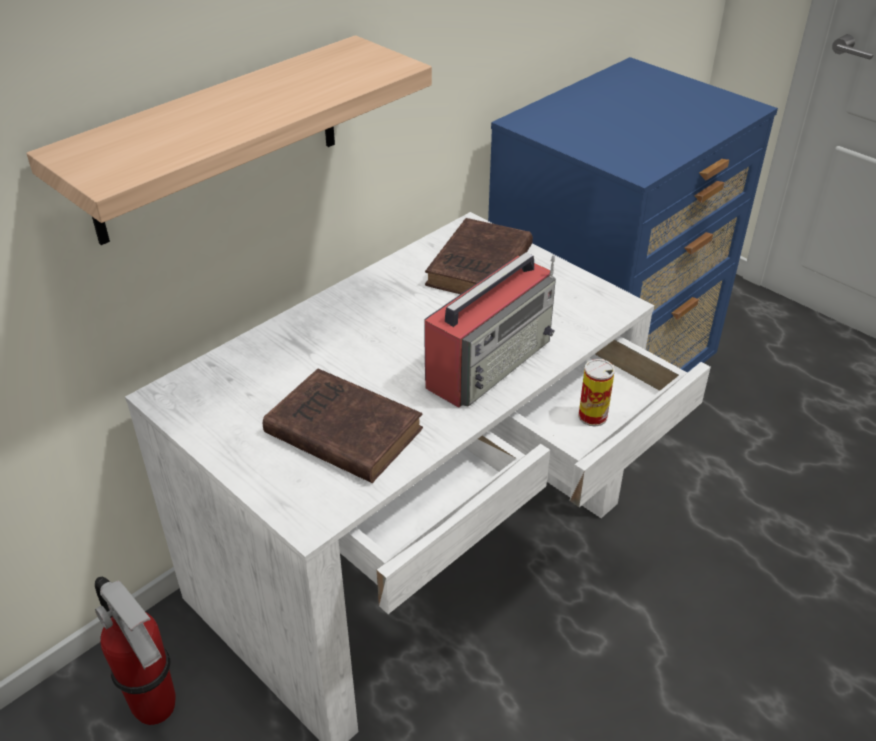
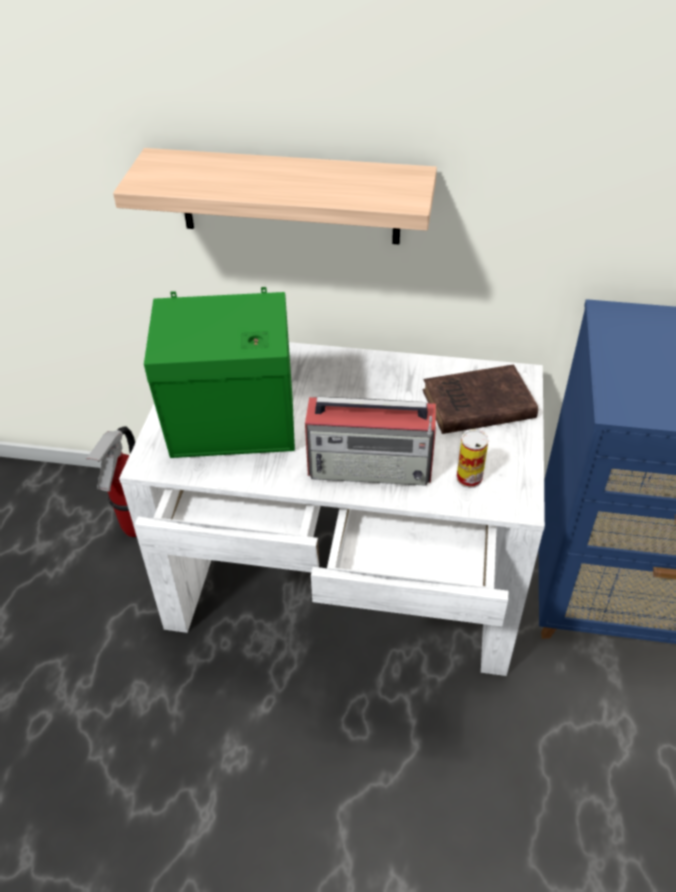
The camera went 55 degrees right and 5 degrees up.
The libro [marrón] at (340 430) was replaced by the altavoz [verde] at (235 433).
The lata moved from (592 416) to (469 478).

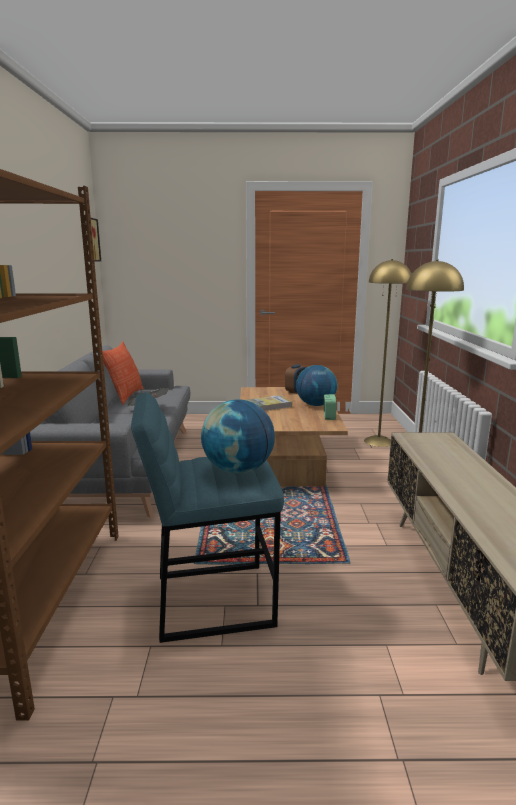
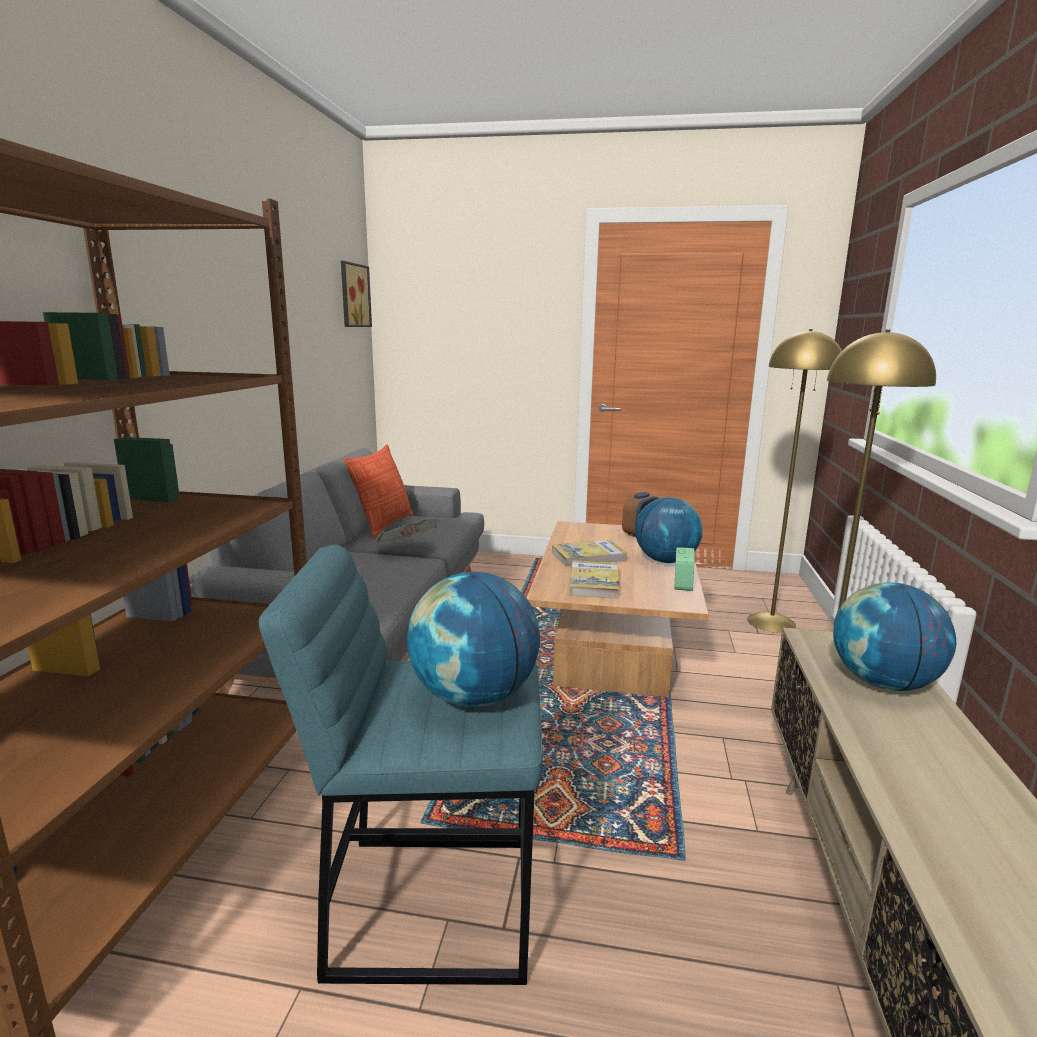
The camera went 10 degrees right and 0 degrees up.
The libro at (594 583) appeared.
The globo terráqueo at (883 683) appeared.

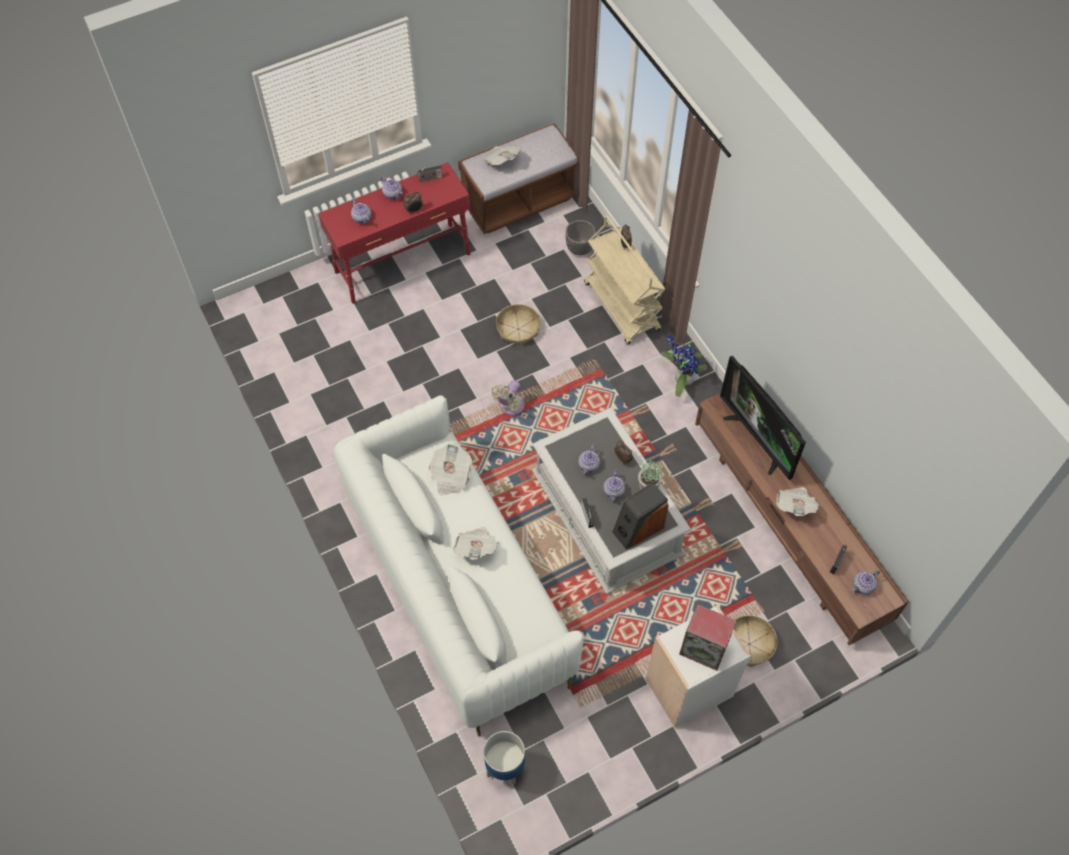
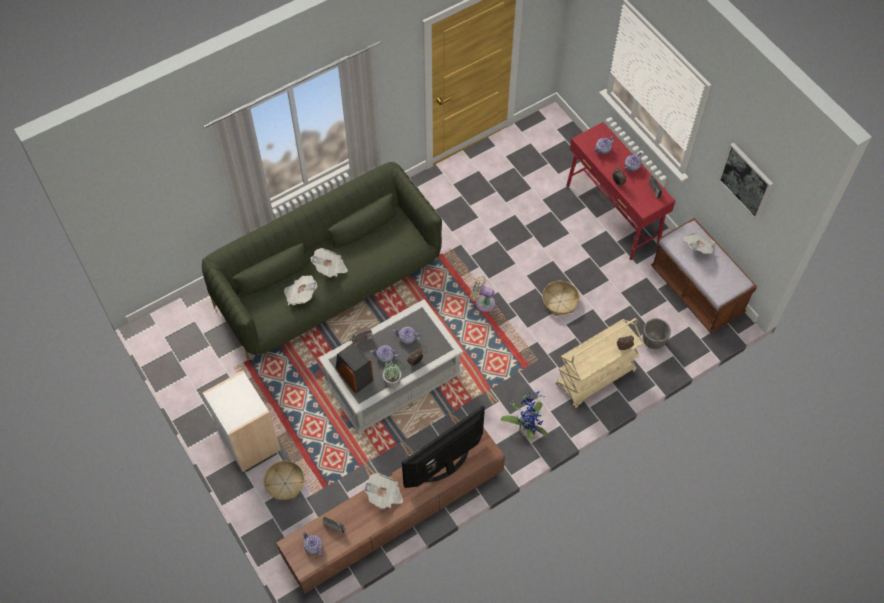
The camera went 85 degrees right and 0 degrees up.
The sofá [blanco] at (459 582) became the sofá [verde] at (329 282).
The periódico moved from (450 476) to (300 295).
The cuadro at (746 180) appeared.
The maceta at (504 766) disappeared.
The altavoz at (704 648) disappeared.

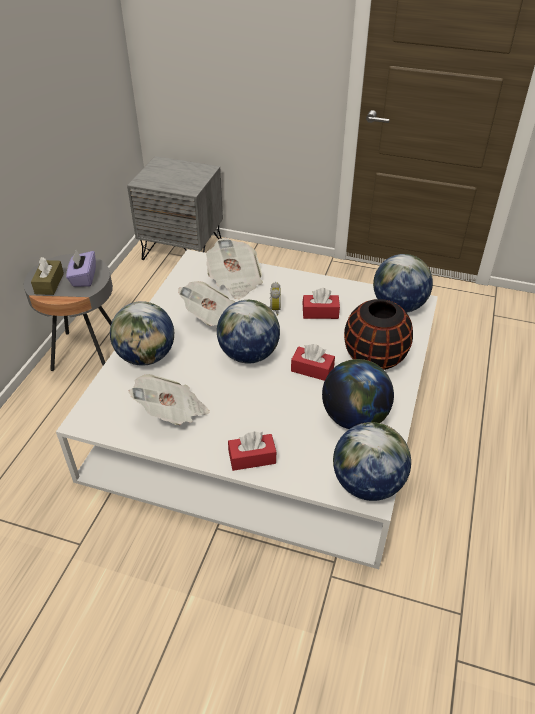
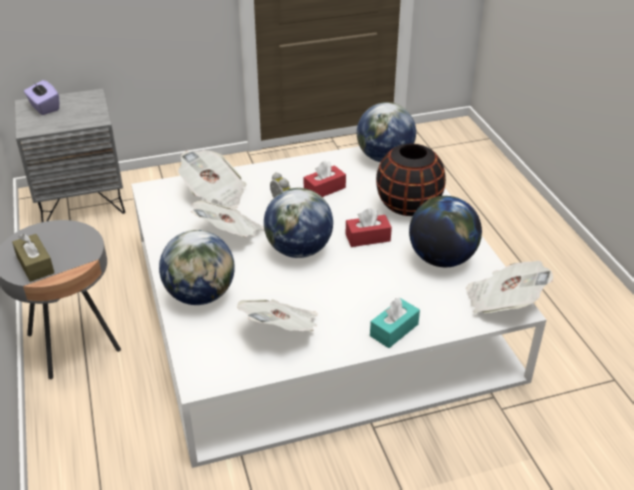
The camera went 35 degrees left and 5 degrees down.
The caja de pañuelos [morado] moved from (83 278) to (44 107).
The caja de pañuelos [rojo] at (252 458) became the caja de pañuelos [turquesa] at (394 330).
The globo terráqueo at (367 484) was replaced by the periódico at (503 302).

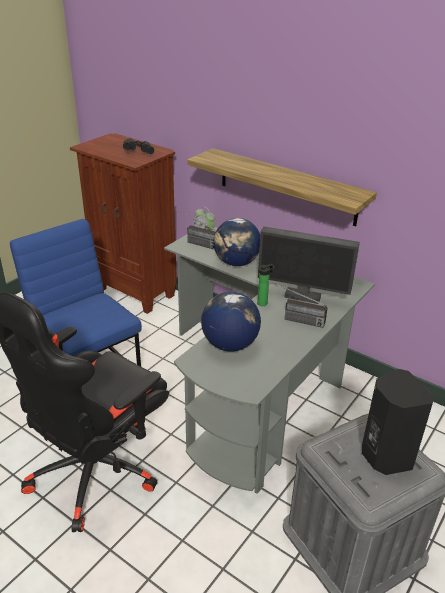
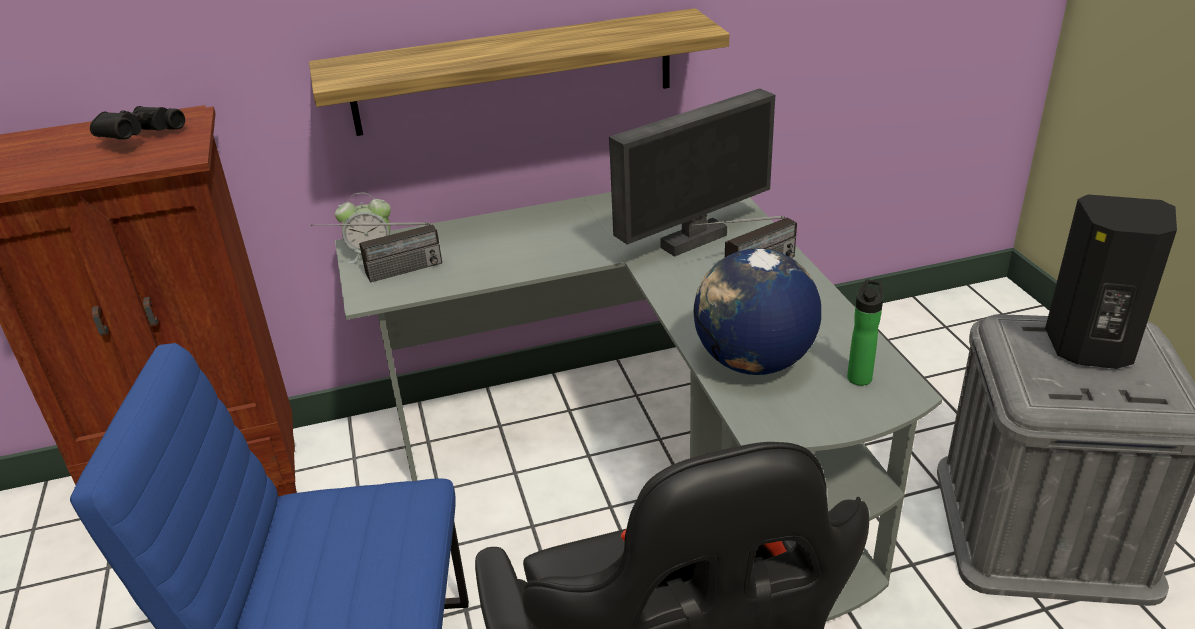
The camera went 50 degrees left and 0 degrees up.
The botella moved from (264 303) to (860 376).
The globo terráqueo at (236 263) disappeared.

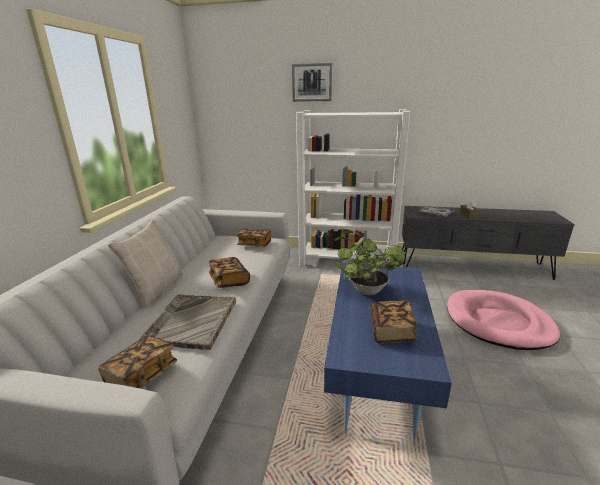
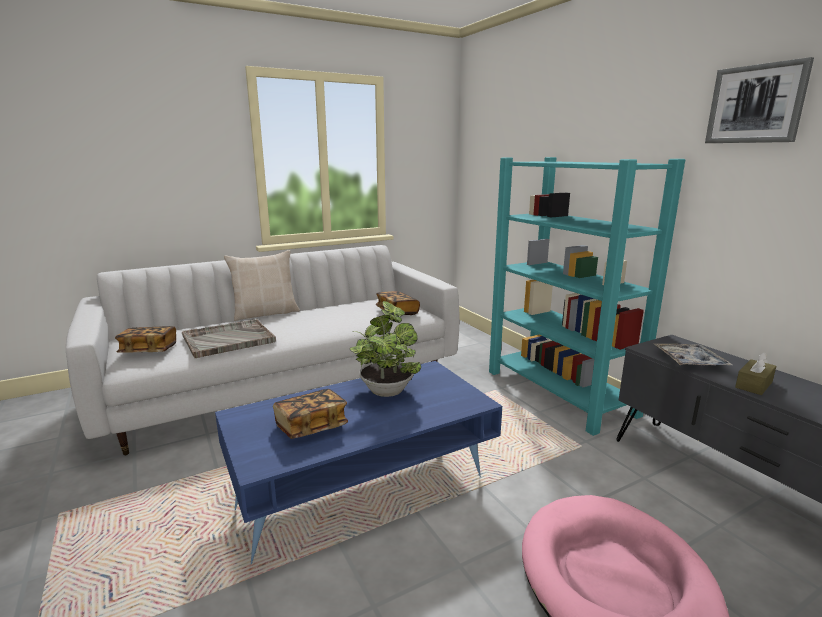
The camera went 50 degrees right and 5 degrees down.
The estantería [blanco] at (347 260) became the estantería [turquesa] at (559 392).
The cuadro moved from (312 82) to (756 104).
The libro at (229 280) disappeared.

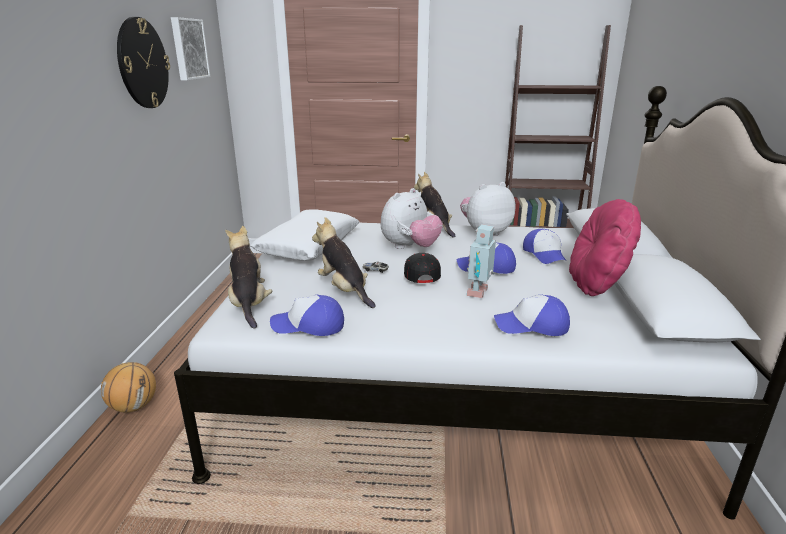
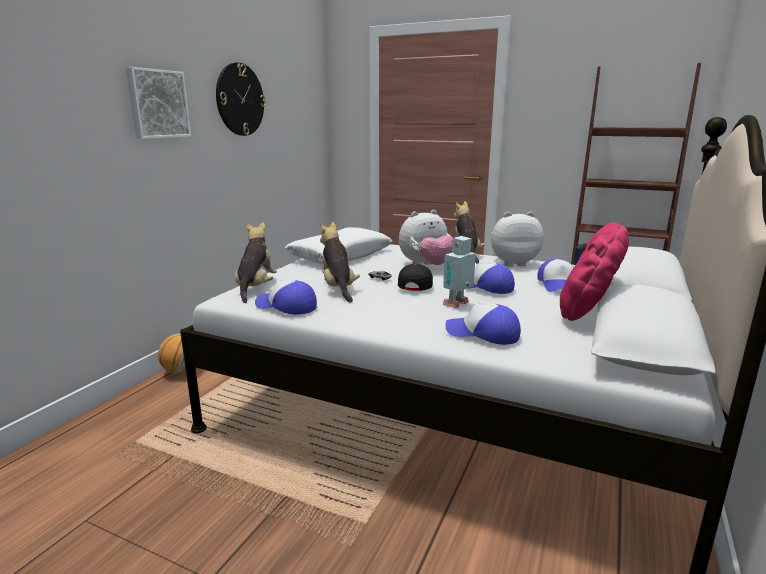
The camera went 20 degrees right and 5 degrees down.
The cuadro moved from (188 49) to (157 104).

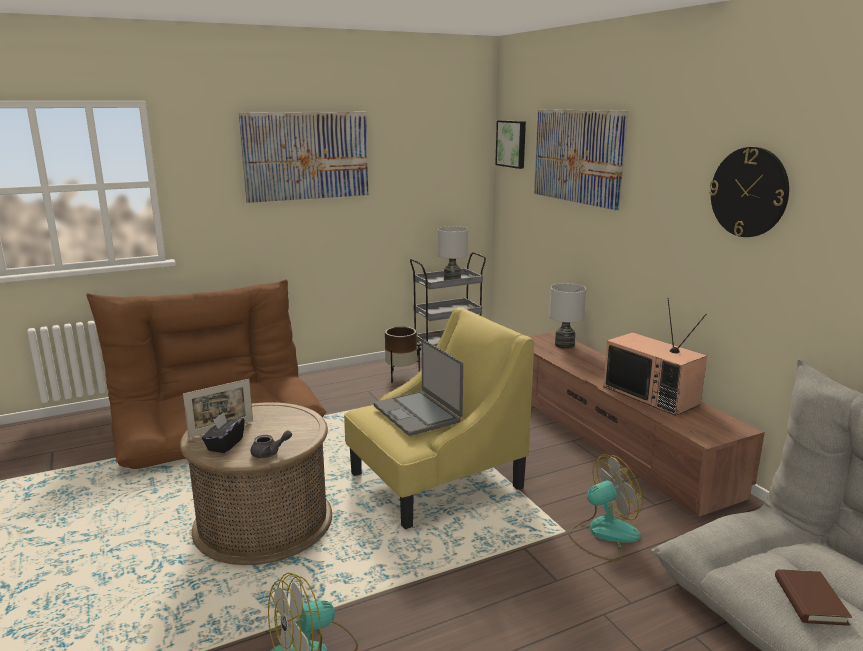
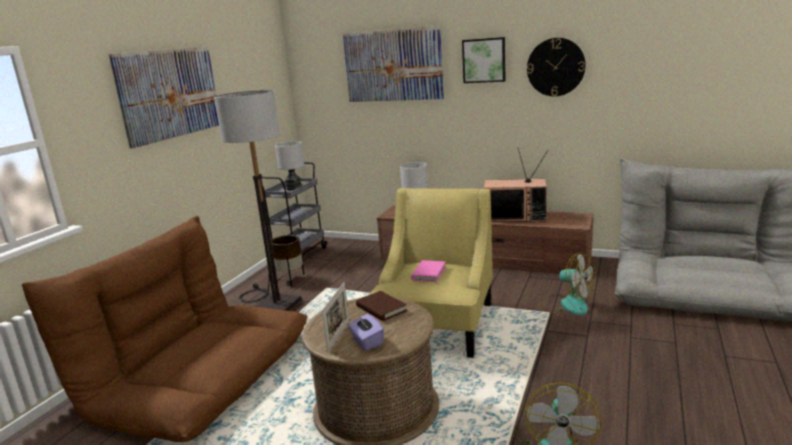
The camera went 40 degrees left and 0 degrees up.
The lámpara de pie at (270 303) appeared.
The caja de pañuelos [negro] at (225 444) became the caja de pañuelos [morado] at (366 342).
The libro [marrón] moved from (810 600) to (381 308).
The portátil at (418 414) was replaced by the libro [rosa] at (428 273).
The cuadro moved from (512 143) to (484 60).
The ventilador at (603 534) turned 105 degrees clockwise.
The tetera [gris] at (269 453) disappeared.

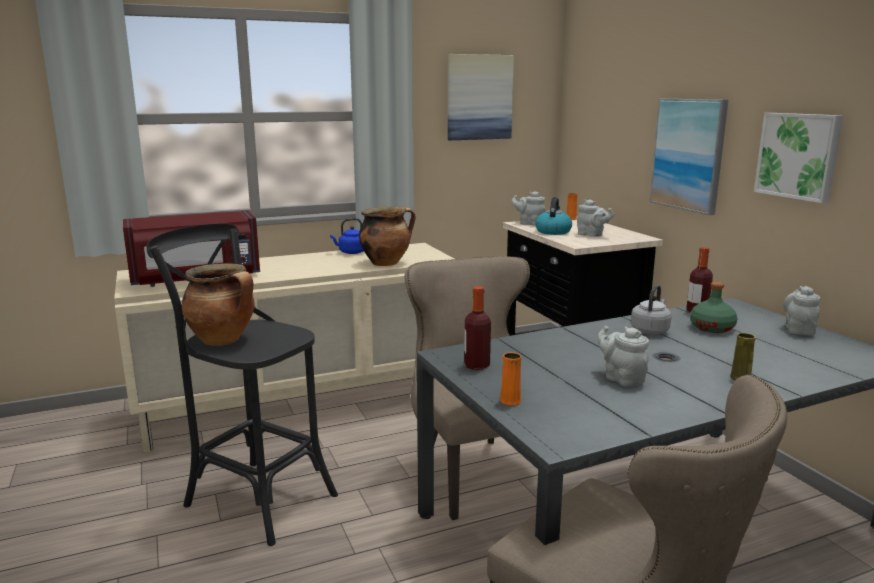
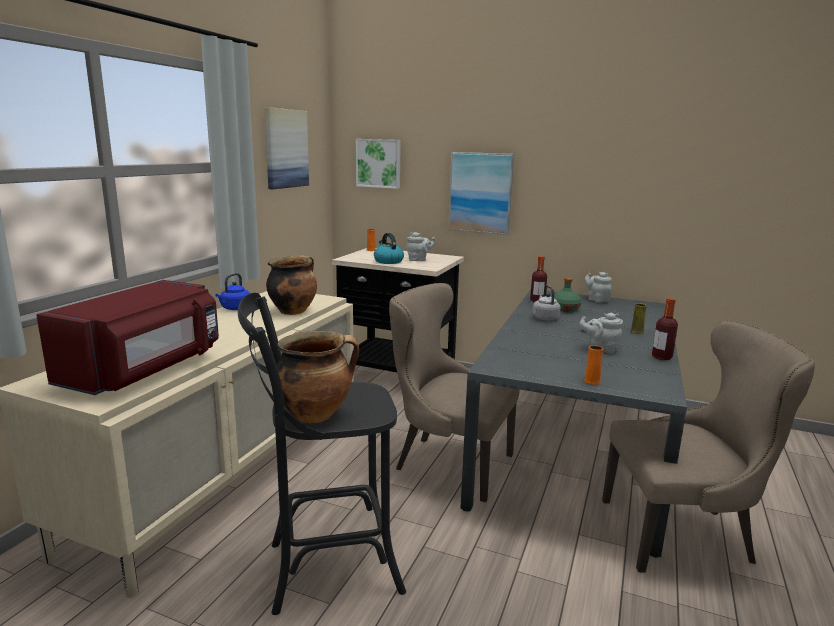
The camera went 45 degrees left and 0 degrees up.
The cuadro moved from (799 156) to (379 163).
The botella moved from (476 365) to (661 357).
The tetera [gris] at (529 223) disappeared.

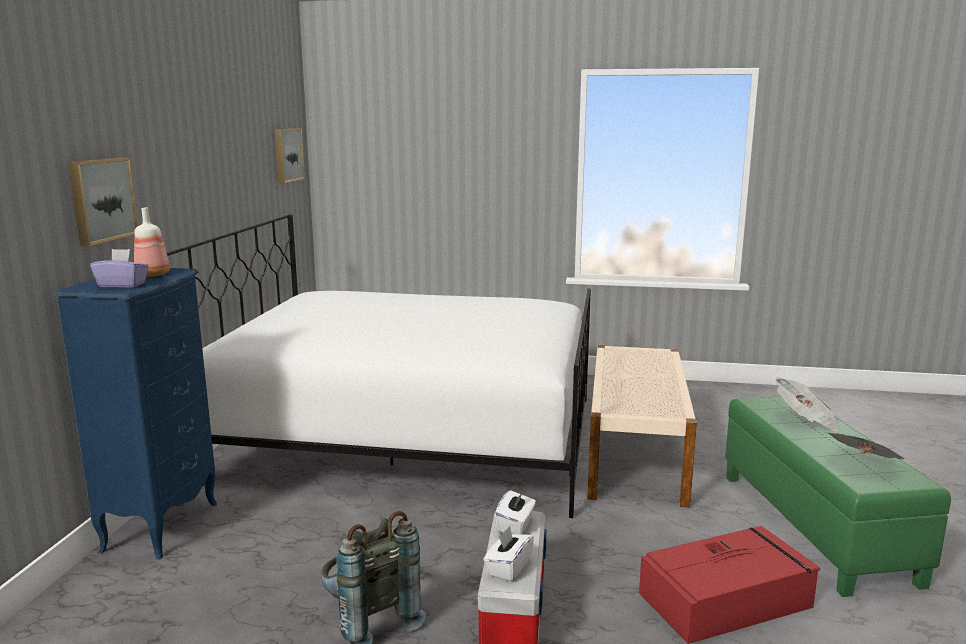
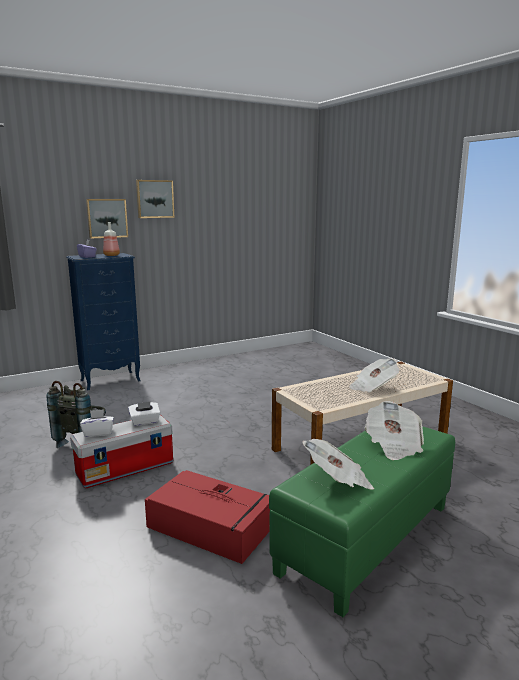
The camera went 50 degrees right and 0 degrees up.
The cuadro moved from (287 154) to (154 199).
The periódico at (373 387) appeared.
The cama [blanco] at (408 436) disappeared.

